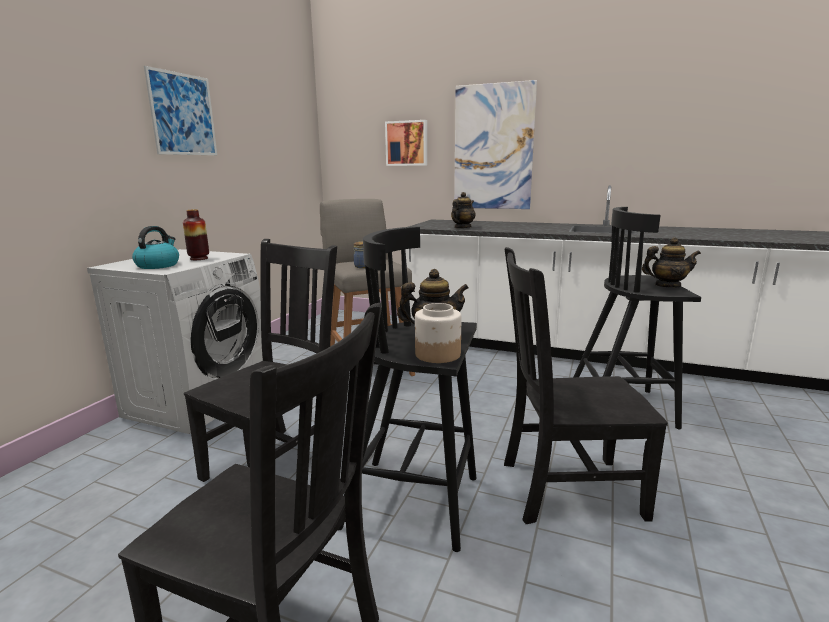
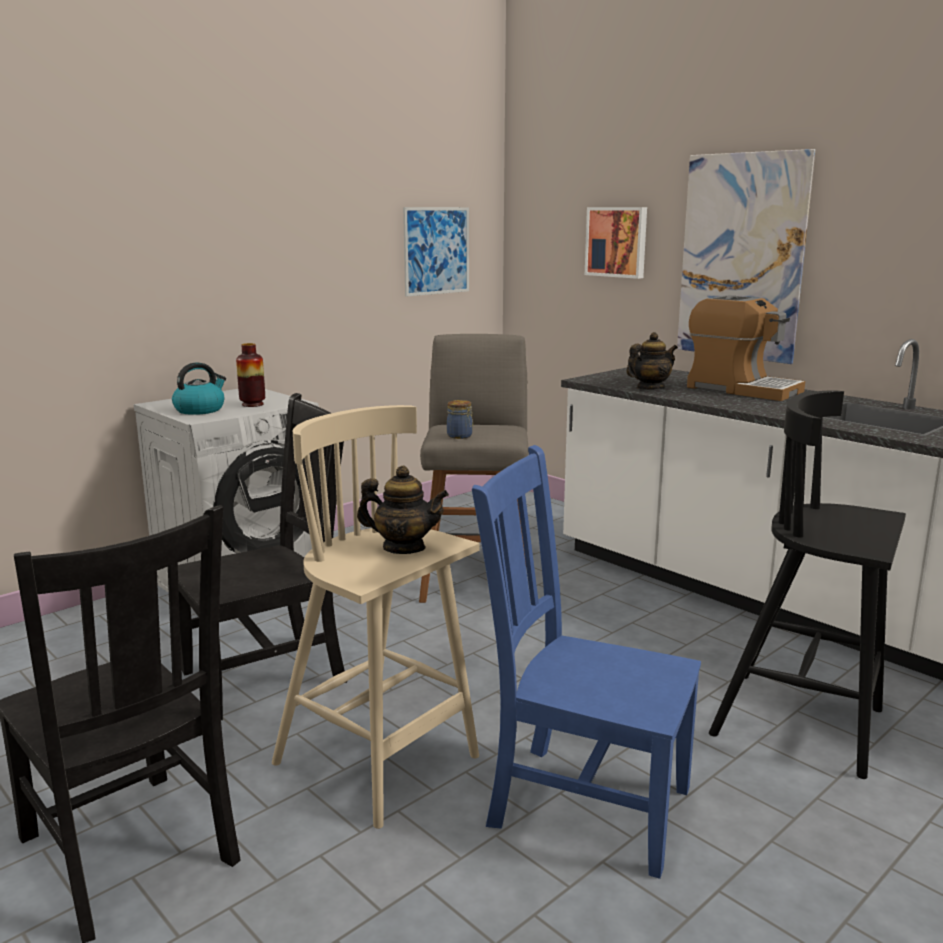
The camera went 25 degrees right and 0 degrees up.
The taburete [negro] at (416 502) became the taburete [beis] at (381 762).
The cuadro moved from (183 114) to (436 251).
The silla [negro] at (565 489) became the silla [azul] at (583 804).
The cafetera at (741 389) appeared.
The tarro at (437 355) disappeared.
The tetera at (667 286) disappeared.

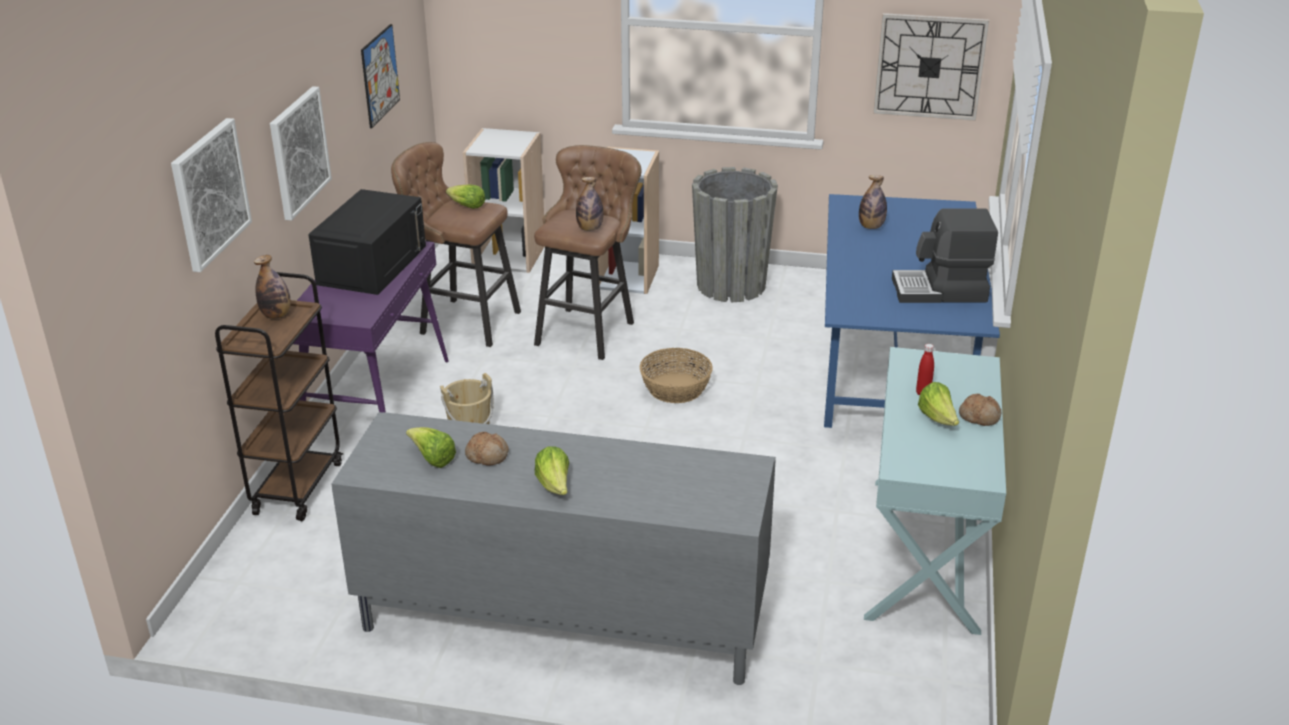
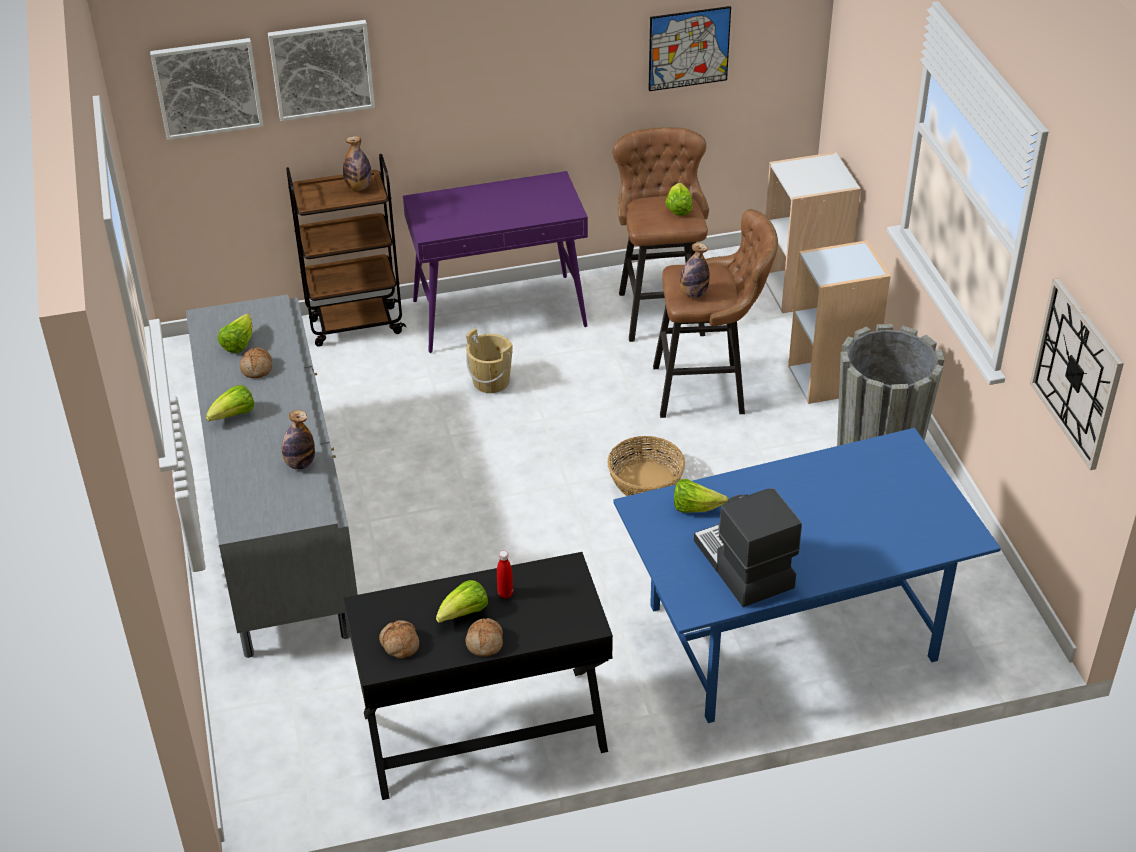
The camera went 65 degrees right and 10 degrees up.
The cuadro moved from (298 152) to (207 87).
The botella moved from (871 227) to (300 464).
The escritorio [turquesa] at (925 552) became the escritorio [negro] at (484 732).
The pan at (399 644) appeared.
The lechuga at (695 508) appeared.
The microondas [negro] at (372 264) disappeared.

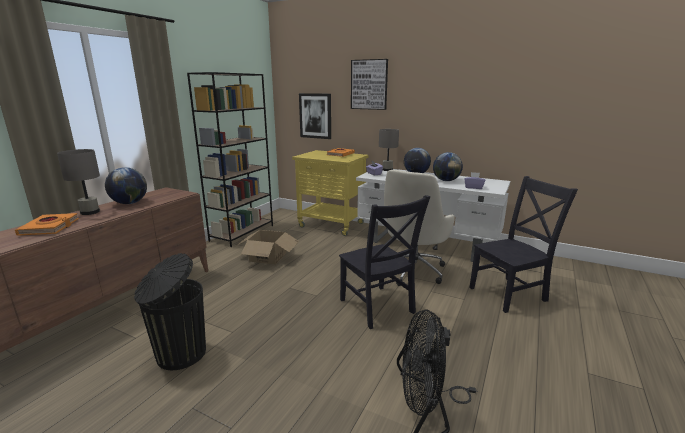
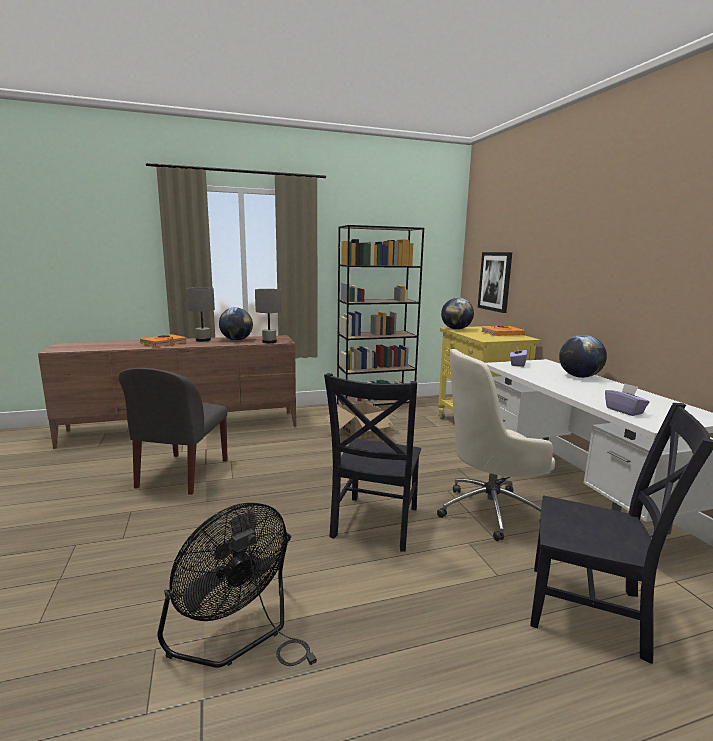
The camera went 45 degrees right and 5 degrees down.
The papelera [negro] at (179 354) was replaced by the silla [gris] at (181 475).
The lámpara de mesa [gris] moved from (387 170) to (269 342).
The globo terráqueo moved from (446 180) to (456 329).
The cuadro at (369 84) disappeared.

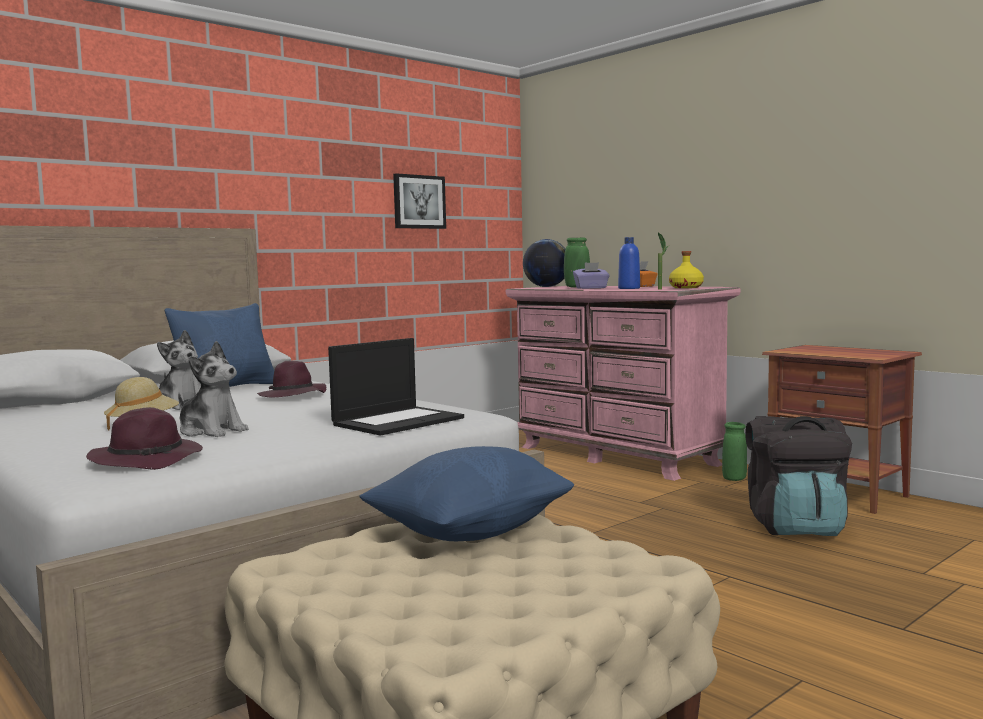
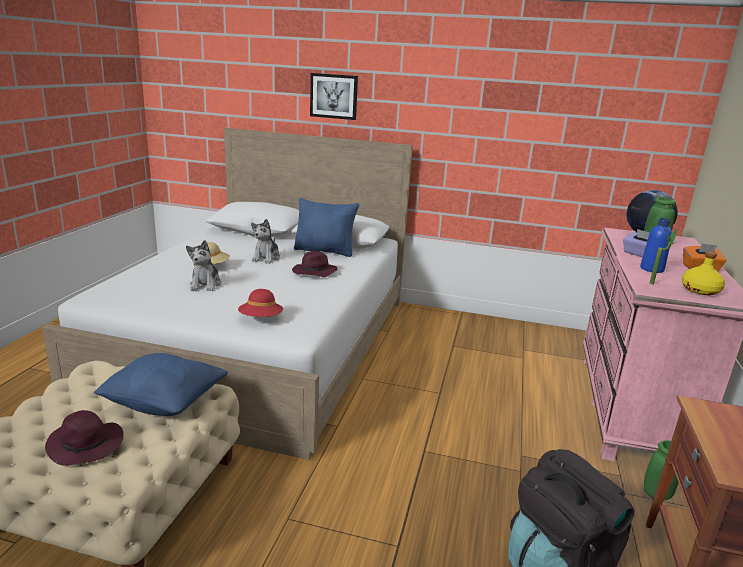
The camera went 55 degrees right and 15 degrees up.
The sombrero [morado] moved from (148 459) to (86 445).
The portátil at (398 421) was replaced by the sombrero [rojo] at (261 319).
The cuadro moved from (419 202) to (334 96).

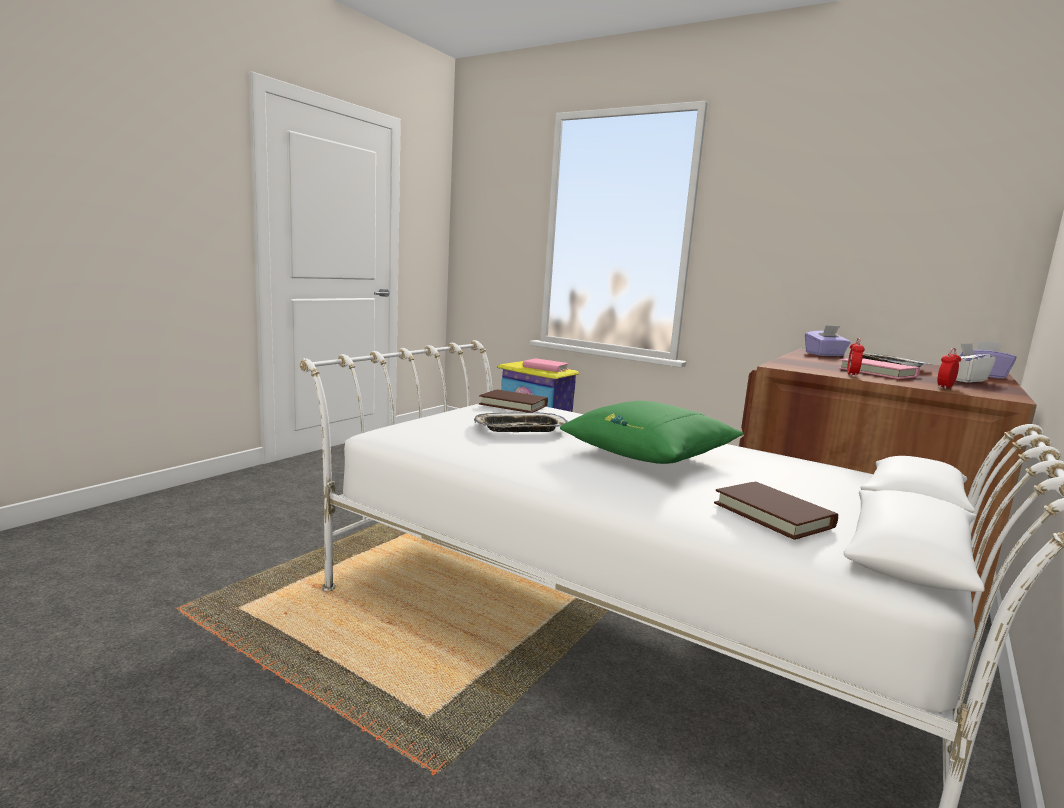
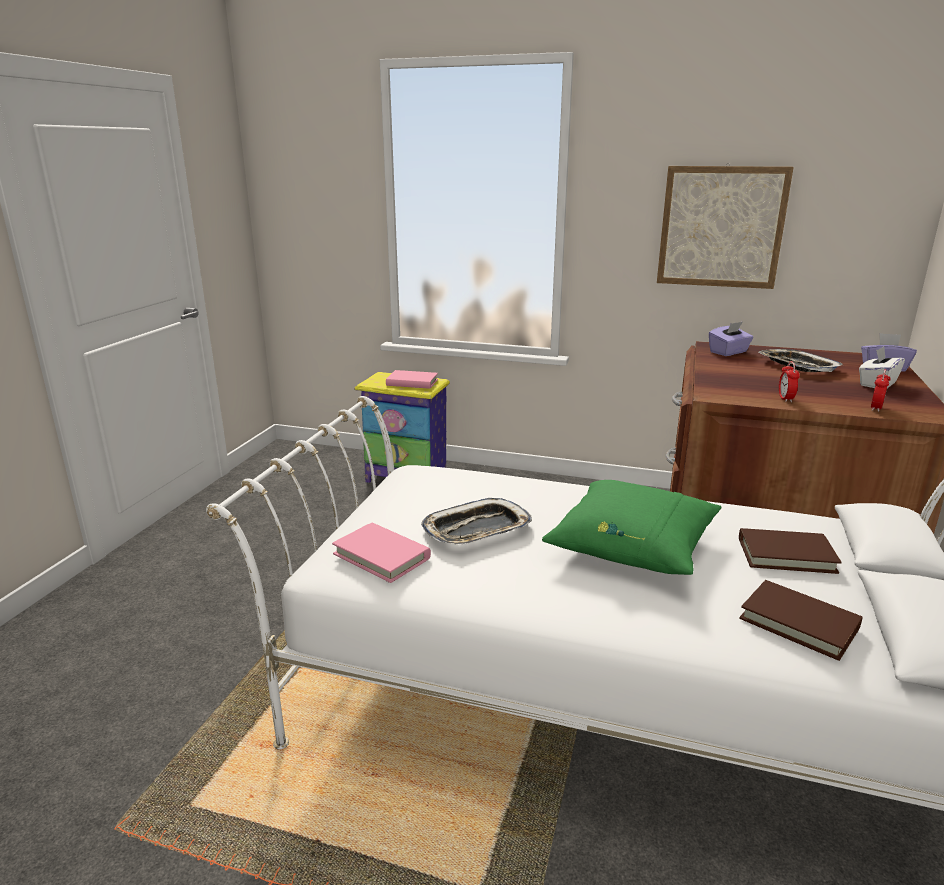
The camera went 15 degrees left and 10 degrees up.
The libro [rosa] moved from (877 372) to (381 556).
The cuadro at (721 226) appeared.
The libro [marrón] moved from (513 405) to (786 555).

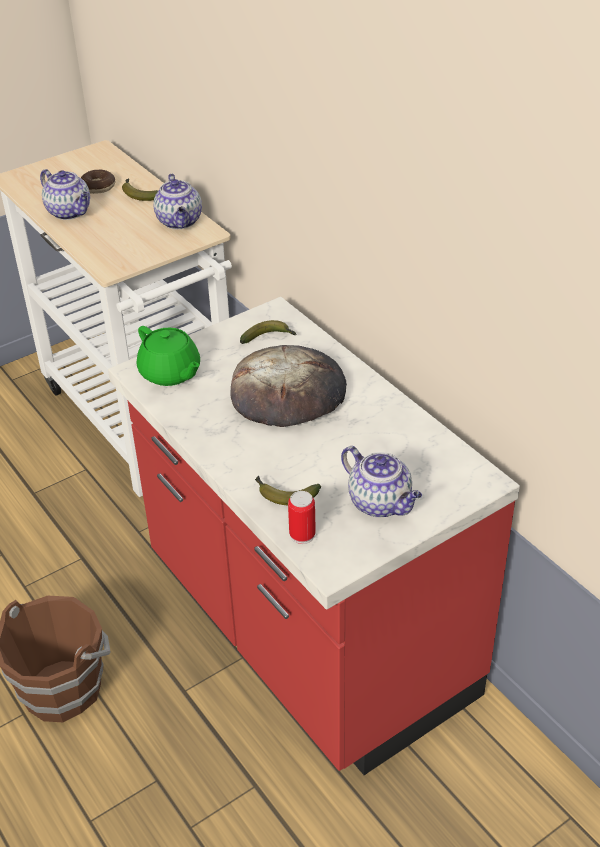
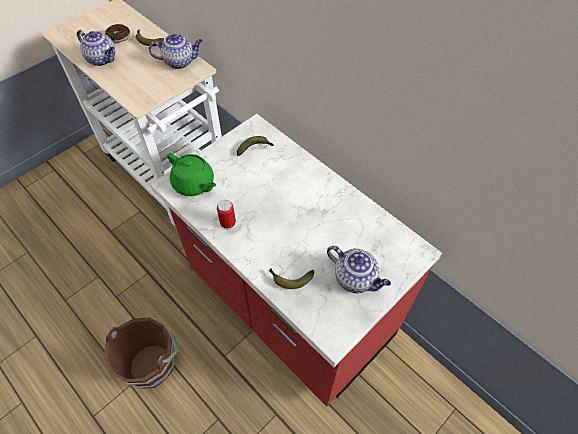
The camera went 10 degrees left and 15 degrees up.
The tetera at (180 222) turned 75 degrees counterclockwise.
The lata moved from (302 535) to (228 223).
The pan at (288 392) disappeared.

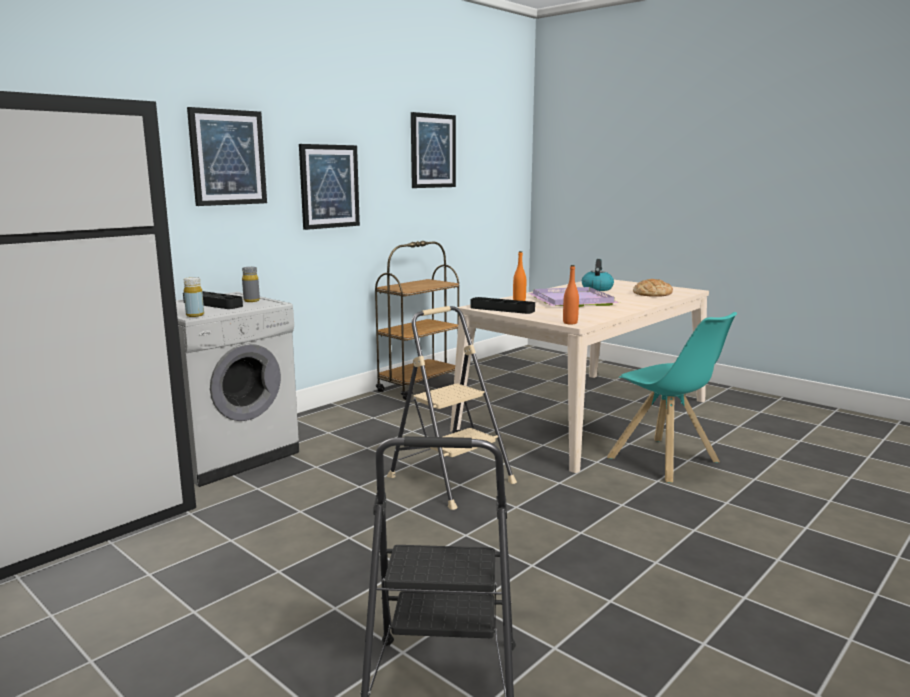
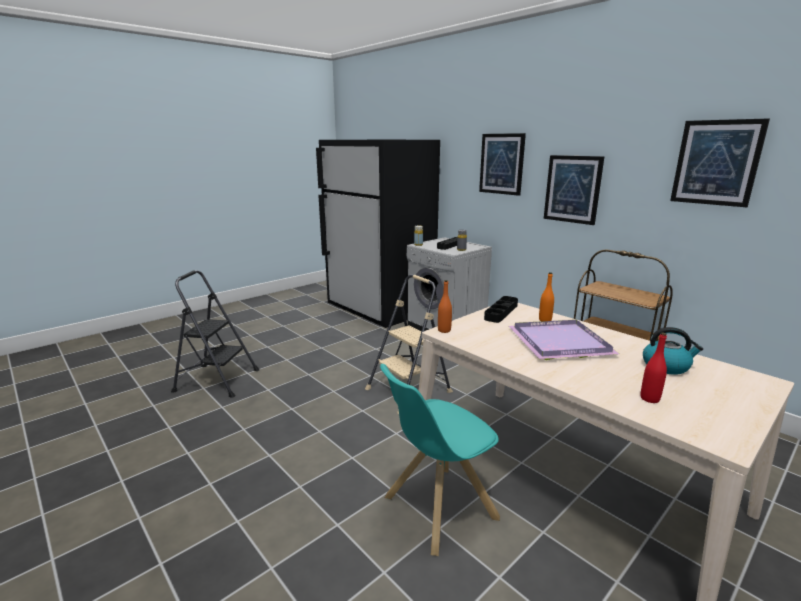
The camera went 95 degrees right and 5 degrees up.
The pan at (652 294) was replaced by the botella [rojo] at (649 399).

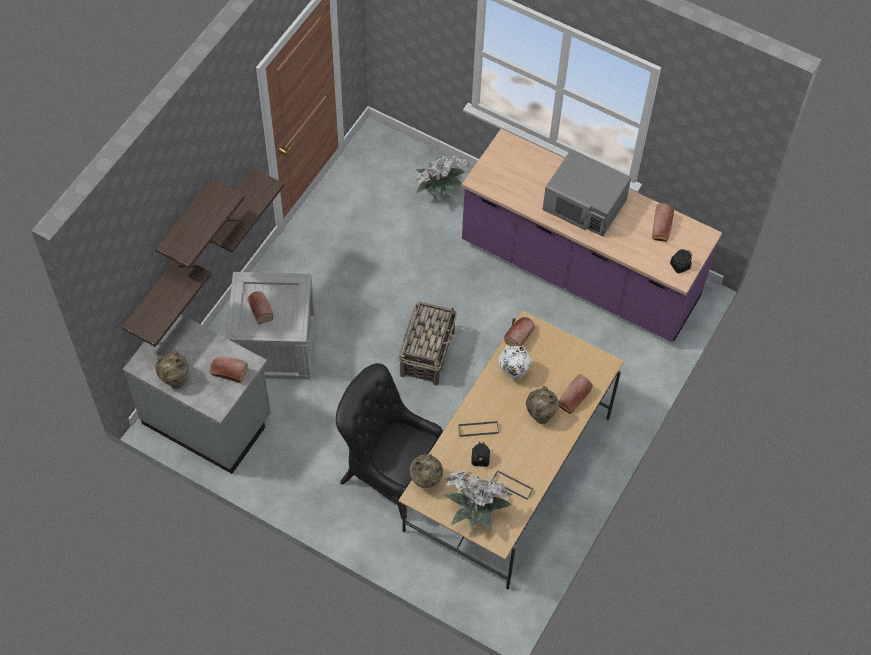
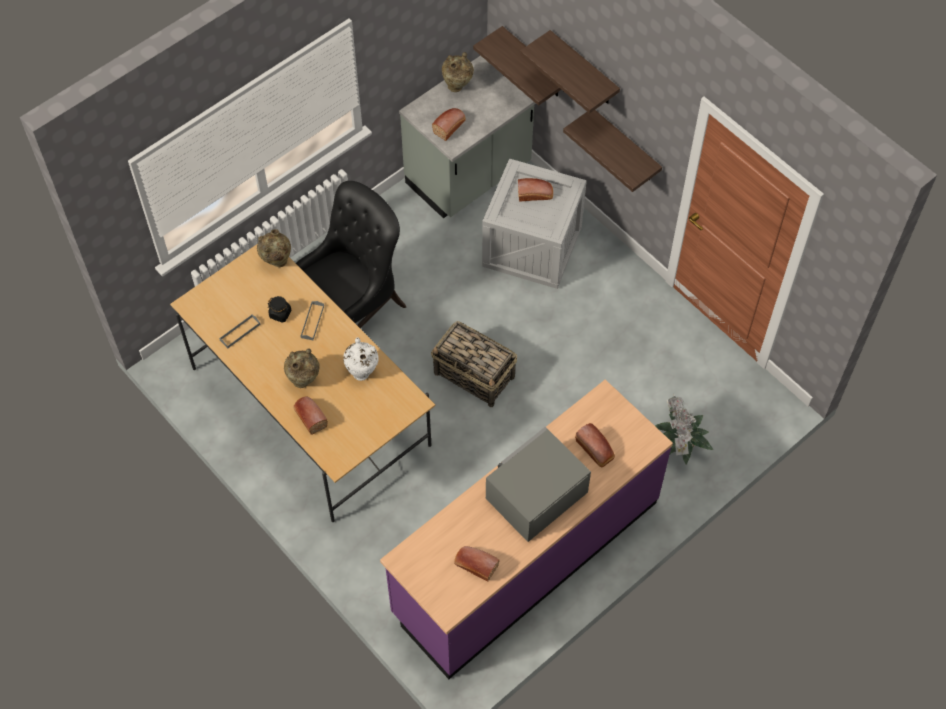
The camera went 110 degrees right and 0 degrees up.
The pan moved from (520 335) to (595 450).
The planta en maceta at (474 513) disappeared.
The tarro [negro] at (680 265) disappeared.

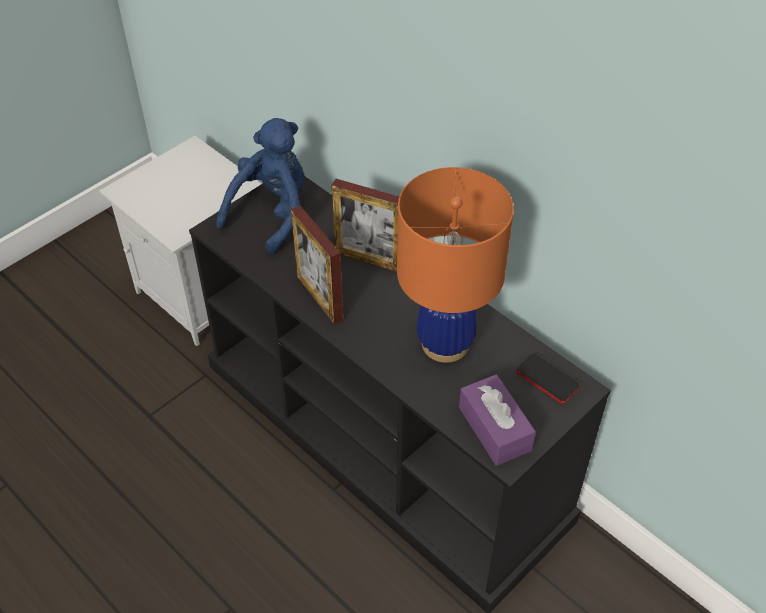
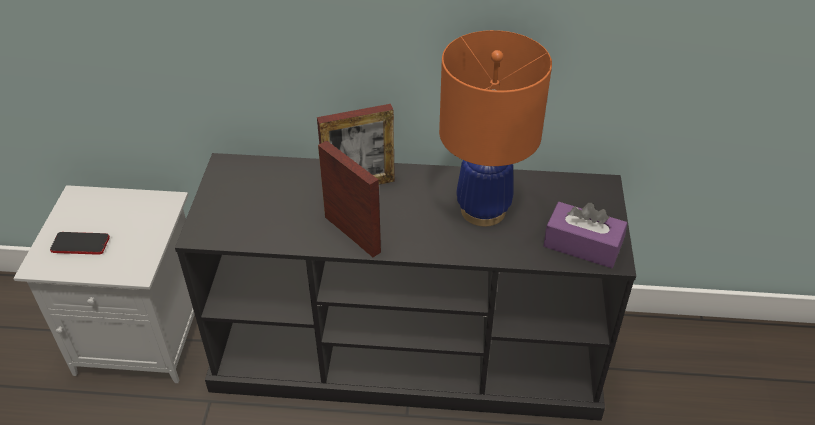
The camera went 40 degrees left and 5 degrees down.
The móvil moved from (547 379) to (80 244).
The portarretratos at (319 298) turned 150 degrees counterclockwise.
The peluche [azul] at (272 213) disappeared.

